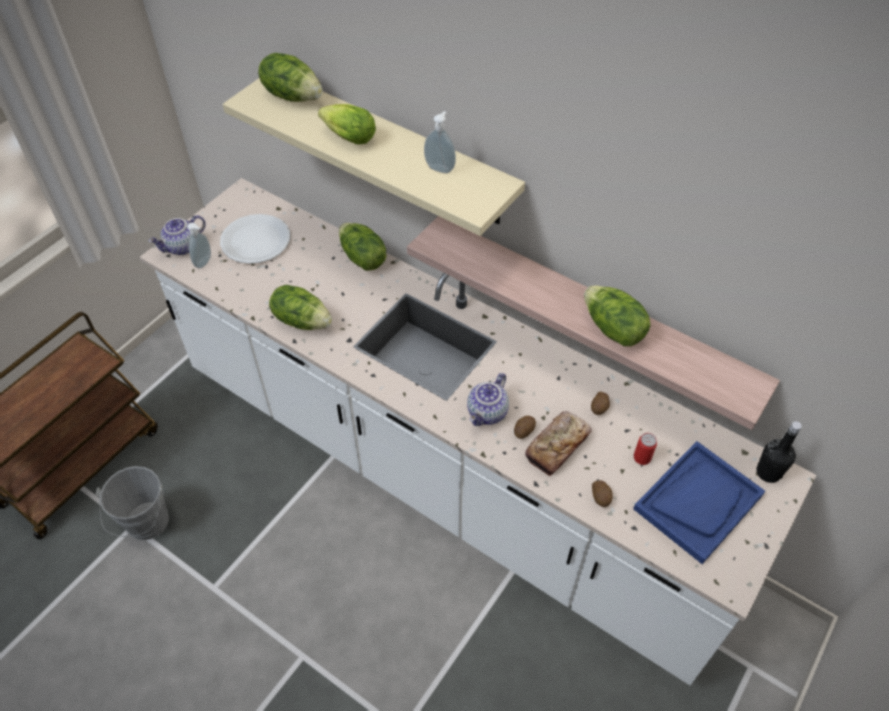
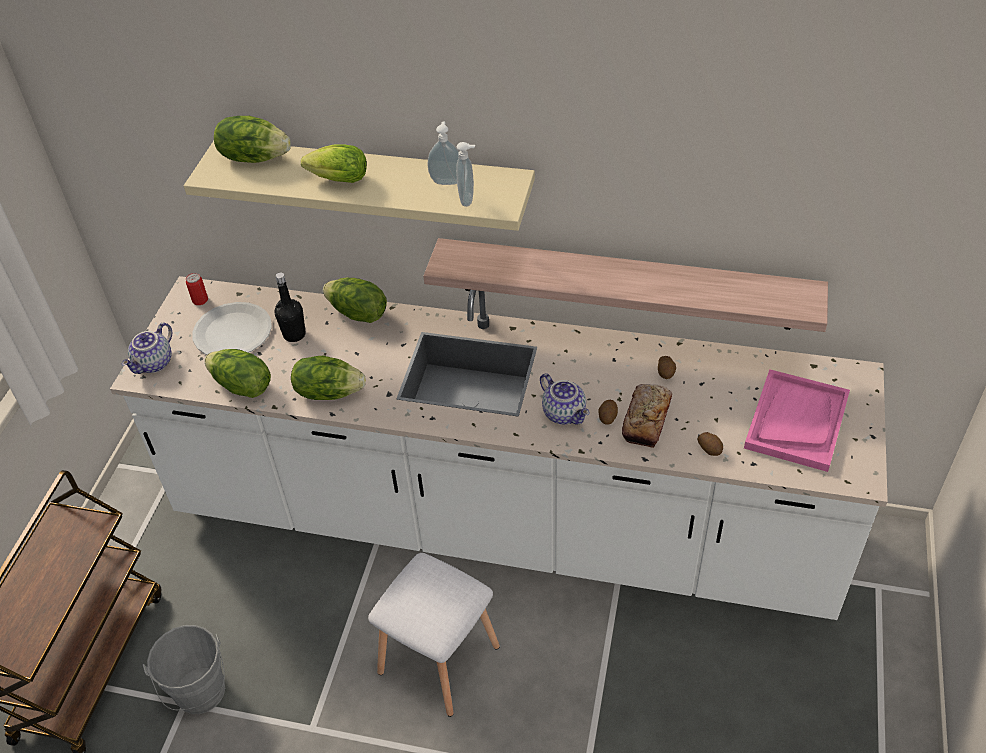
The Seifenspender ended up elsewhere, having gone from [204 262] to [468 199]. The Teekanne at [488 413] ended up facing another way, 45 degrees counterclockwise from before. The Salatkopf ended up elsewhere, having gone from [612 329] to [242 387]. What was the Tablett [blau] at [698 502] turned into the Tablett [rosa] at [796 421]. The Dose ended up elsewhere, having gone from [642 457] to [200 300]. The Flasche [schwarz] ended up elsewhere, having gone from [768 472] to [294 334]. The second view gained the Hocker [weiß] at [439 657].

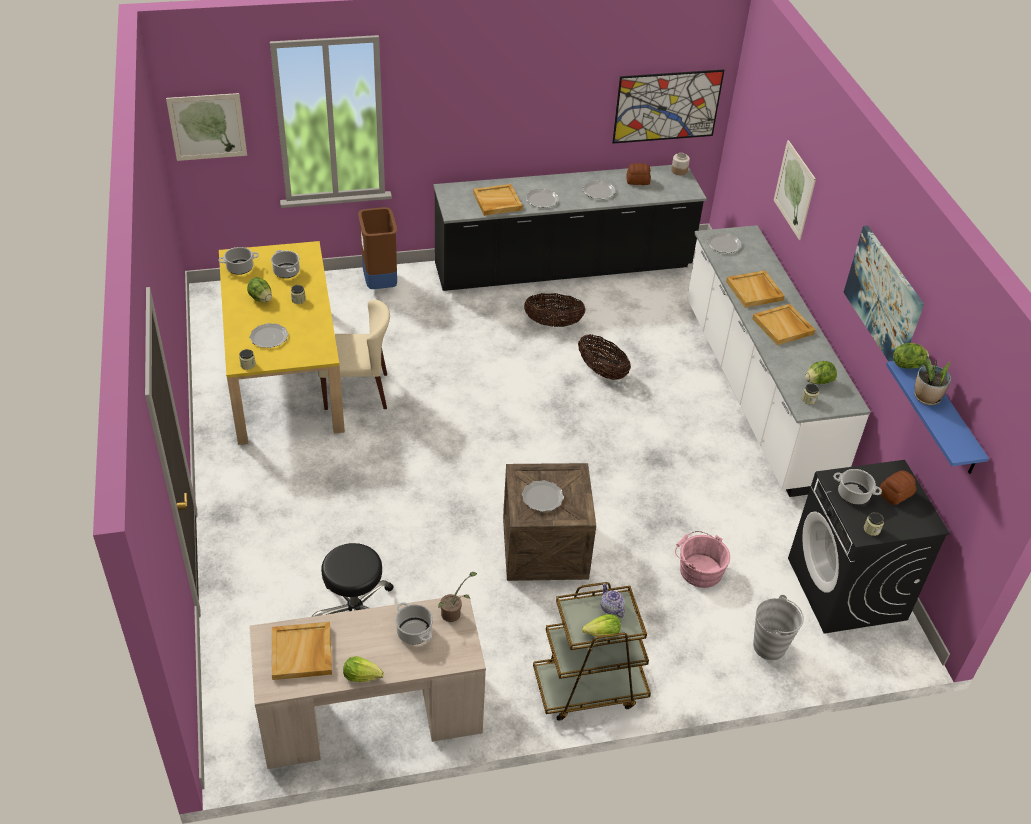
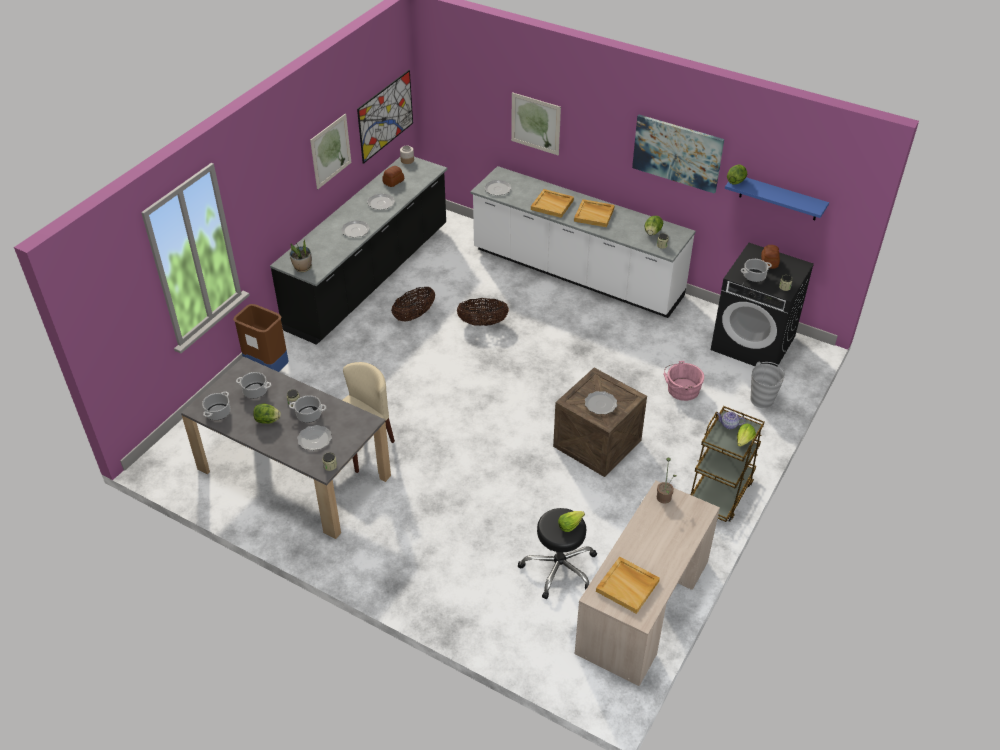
The Bild ended up elsewhere, having gone from [207 127] to [330 151]. What was the Esstisch [gelb] at [284 372] turned into the Esstisch [grau] at [294 472]. The Salatkopf ended up elsewhere, having gone from [362 675] to [570 525]. The Kochtopf ended up elsewhere, having gone from [414 632] to [308 415]. The second view lost the Tablett [beige] at [497 202]. The Topfpflanze ended up elsewhere, having gone from [926 397] to [302 268].

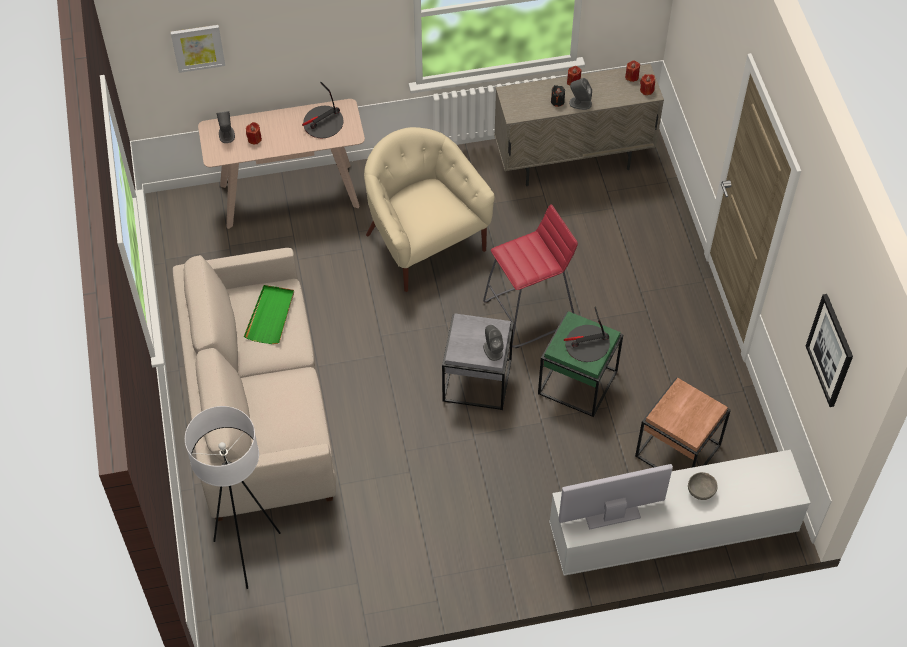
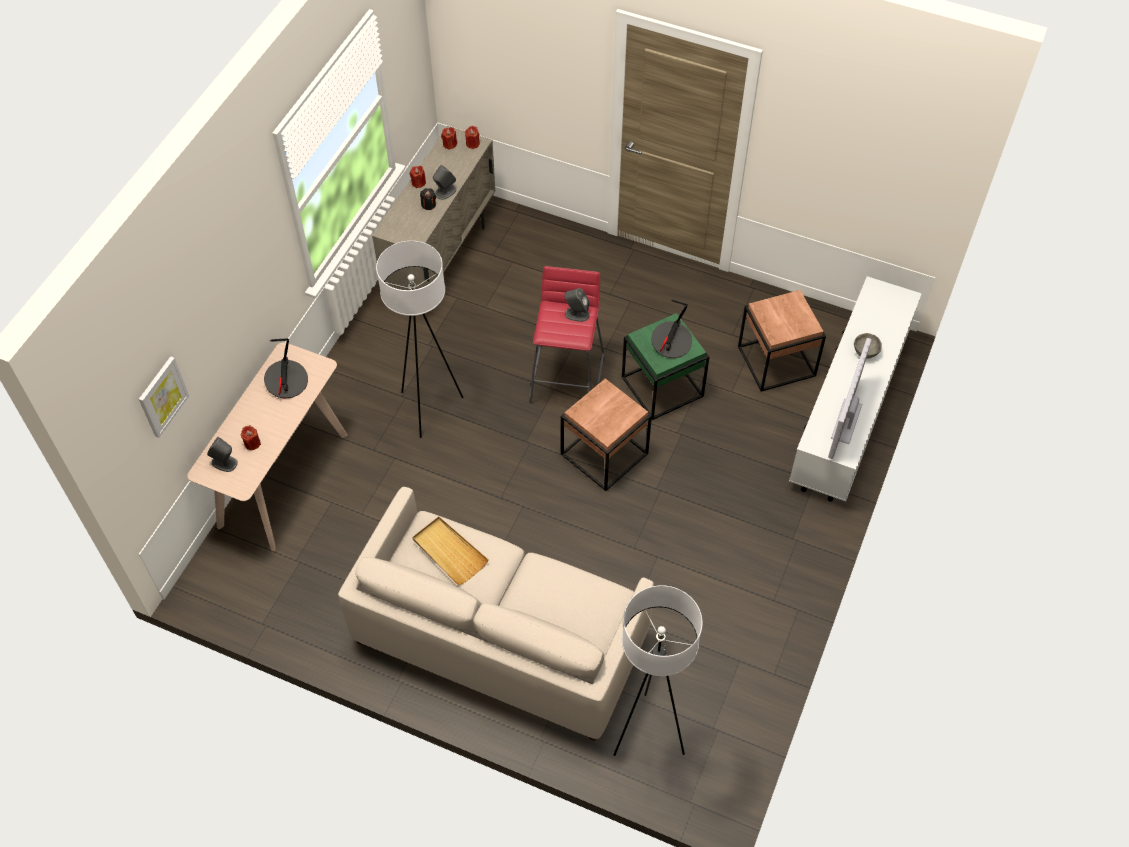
What was the Tablett [grün] at [270 316] turned into the Tablett [beige] at [449 552]. Where the Sessel [beige] stood at [423 242], the Stehlampe [weiß] came to stand at [429 408]. What was the Beistelltisch [grau] at [476 381] turned into the Beistelltisch [braun] at [604 455]. The Lautsprecher [grau] ended up elsewhere, having gone from [492 350] to [576 314]. The second view lost the Bild at [830 350].

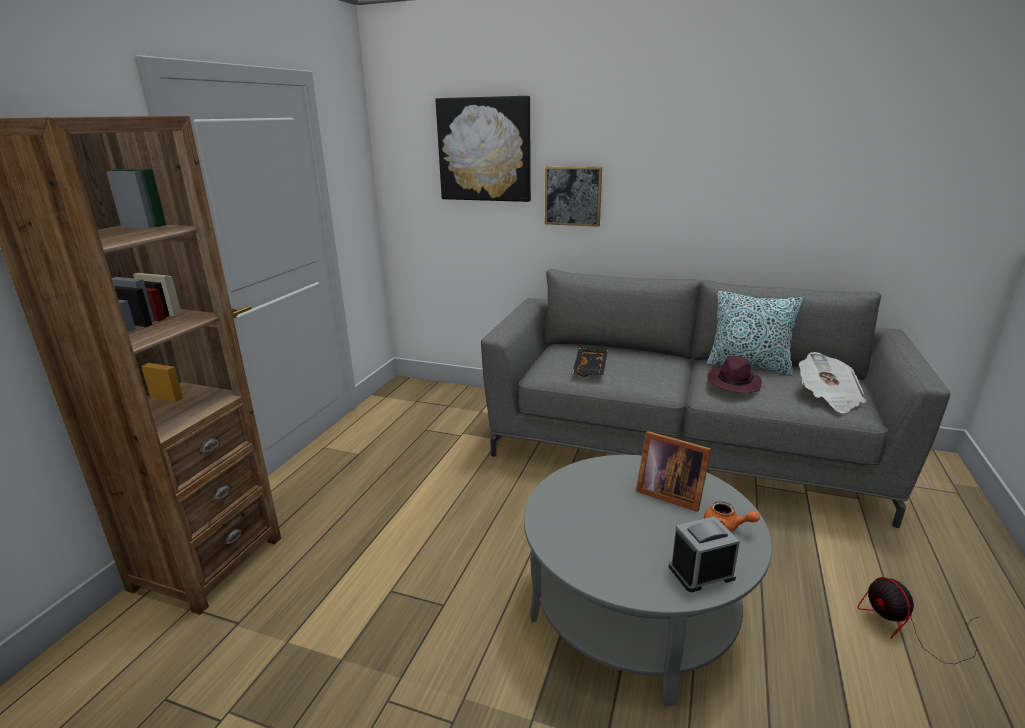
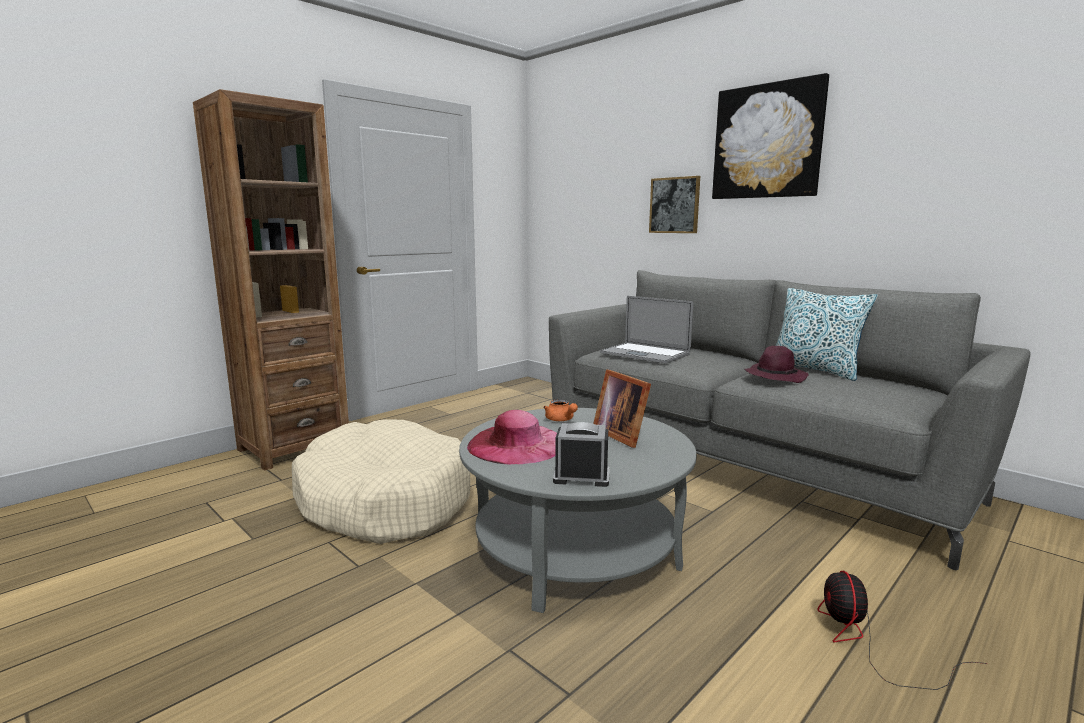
The Bild ended up elsewhere, having gone from [484 150] to [767 141]. Where the Tablett [schwarz] stood at [591 368], the Laptop came to stand at [644 353]. The Teekanne [orange] ended up elsewhere, having gone from [726 526] to [561 420]. The second view lost the Zeitung at [828 398]. The second view gained the Hundebett [beige] at [384 501]. The second view gained the Hut [rosa] at [516 444].

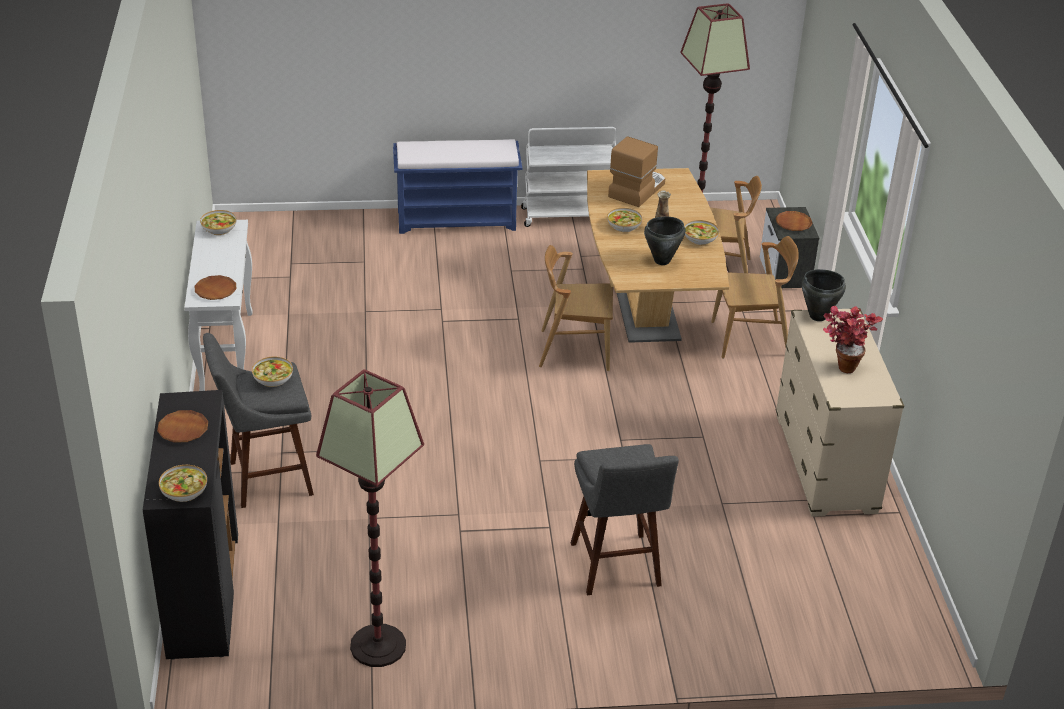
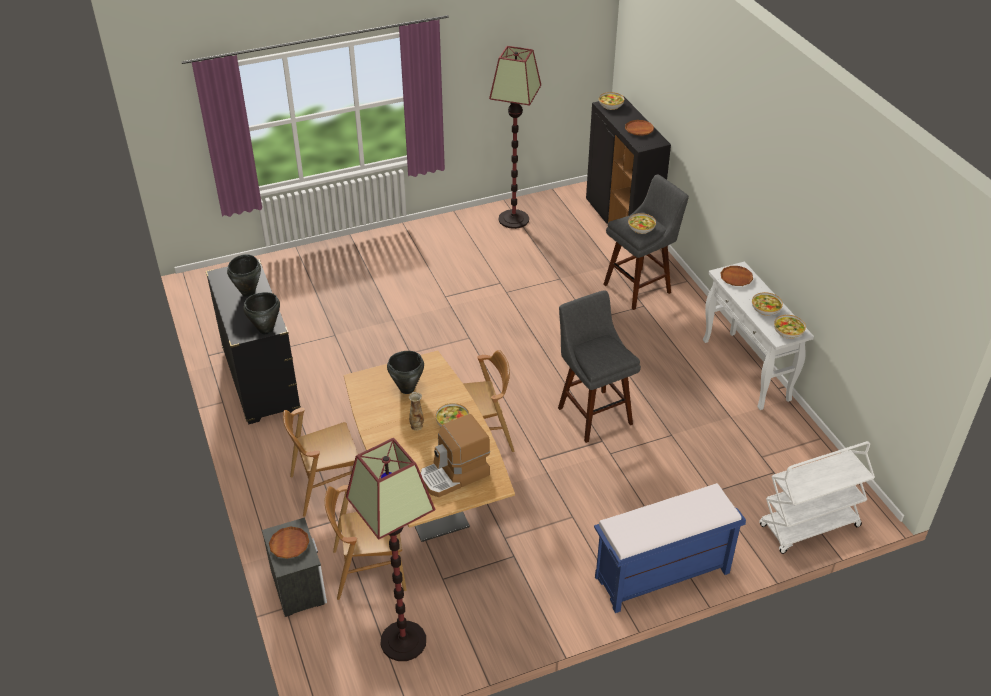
The Rollwagen [weiß] ended up elsewhere, having gone from [568 216] to [809 527]. The Hocker [grau] ended up elsewhere, having gone from [616 568] to [593 413]. The Kaffeemaschine at [636 189] ended up facing another way, 45 degrees clockwise from before. The Schüssel ended up elsewhere, having gone from [700 238] to [765 309]. What was the Kommode [beige] at [825 464] turned into the Kommode [schwarz] at [260 380]. Where the Topfpflanze stood at [842 364], the Kochtopf [schwarz] came to stand at [248 292].

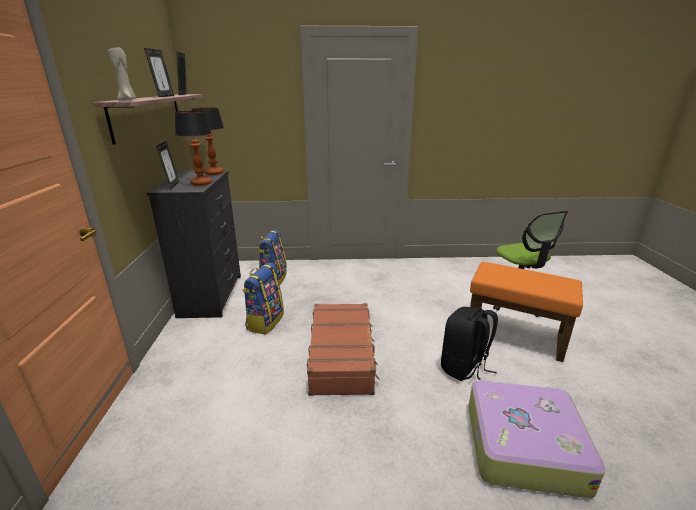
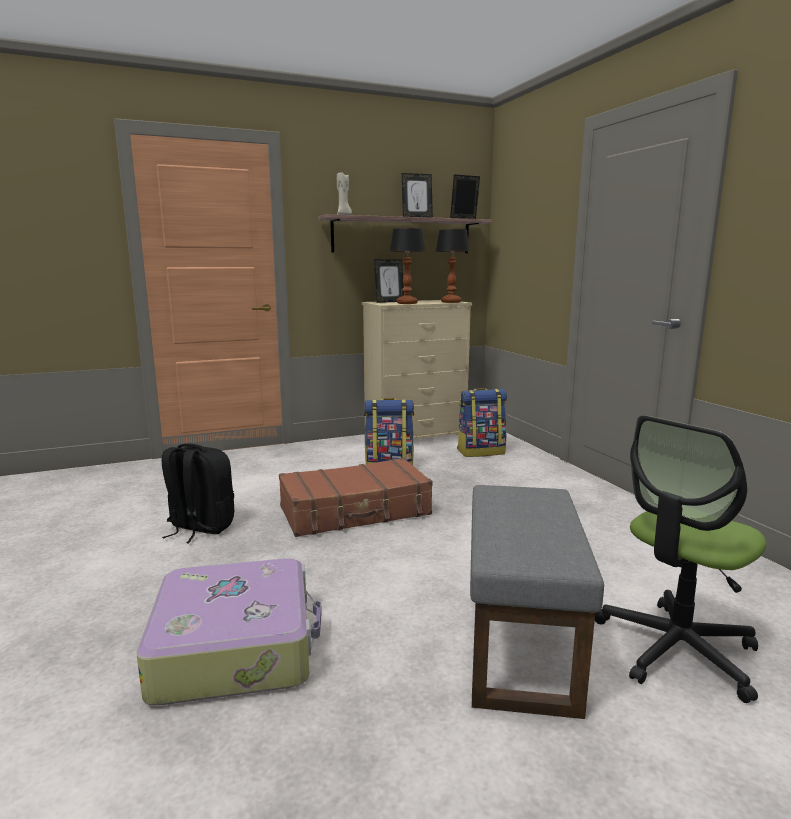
What was the Kommode [schwarz] at [212 295] turned into the Kommode [beige] at [416 437]. The Rucksack [schwarz] ended up elsewhere, having gone from [464 368] to [199 528]. What was the Polsterhocker [orange] at [513 335] turned into the Polsterhocker [grau] at [517 643].

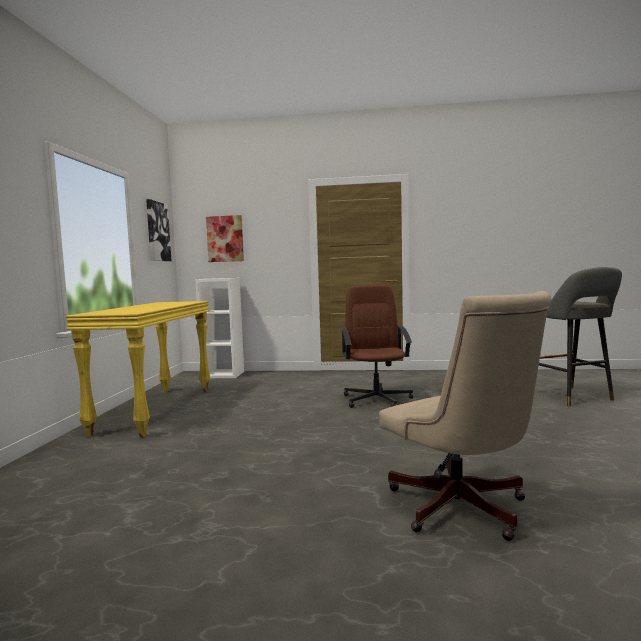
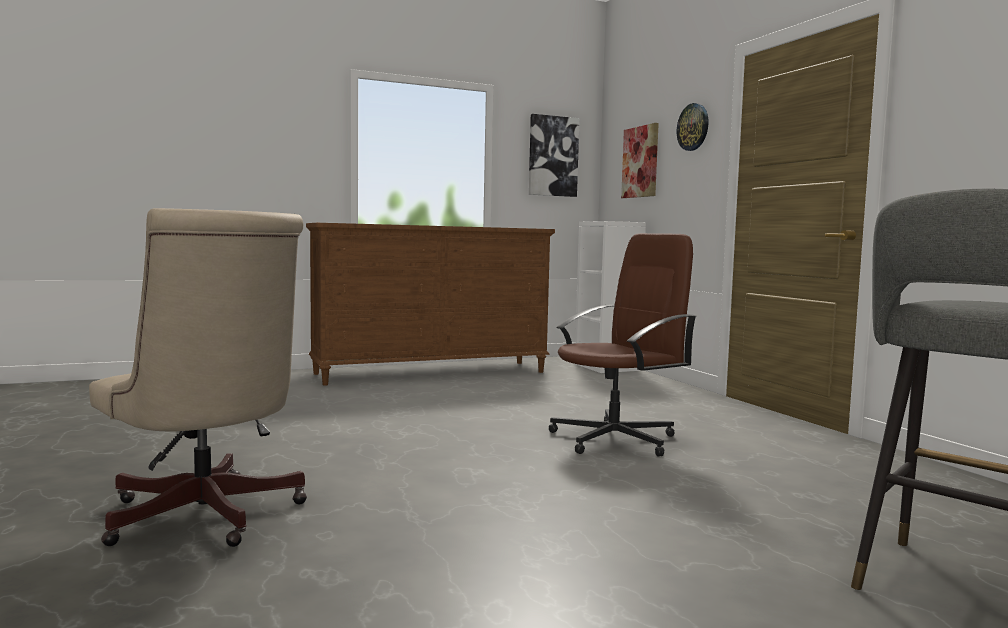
Where the Konsolentisch [gelb] stood at [155 410], the Kommode [braun] came to stand at [432 373]. The Bürostuhl [beige] at [463 510] ended up facing another way, 75 degrees counterclockwise from before. The second view gained the Wanduhr at [693 127].

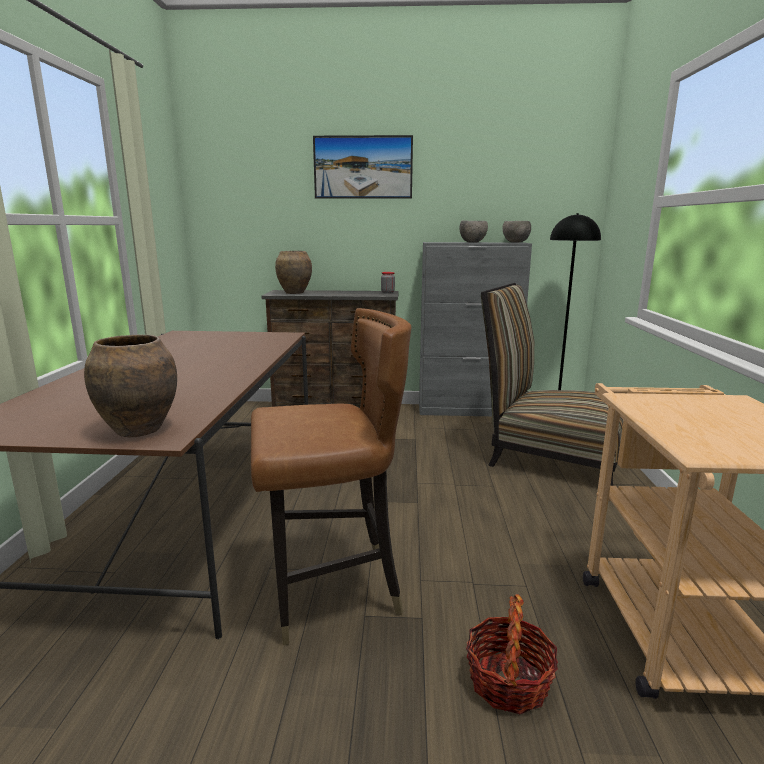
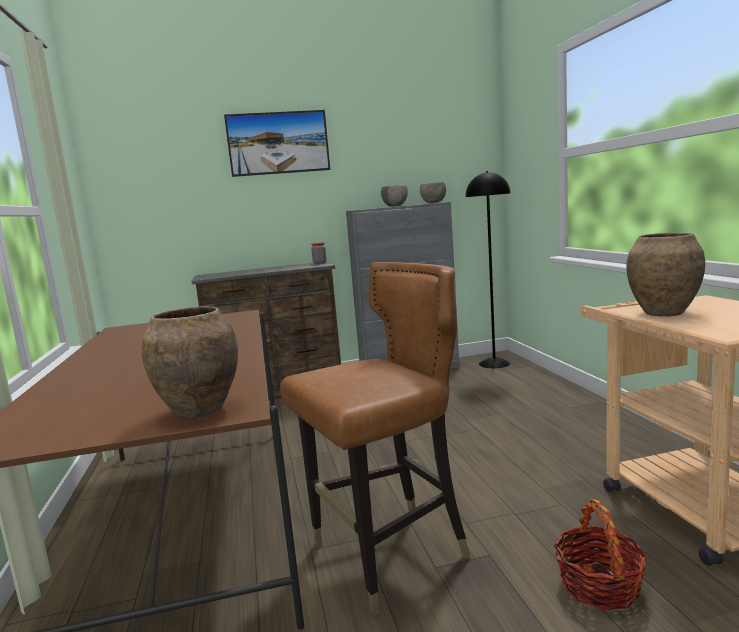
The Vase [braun] ended up elsewhere, having gone from [294 293] to [662 313]. The second view lost the Stuhl at [549 457].

